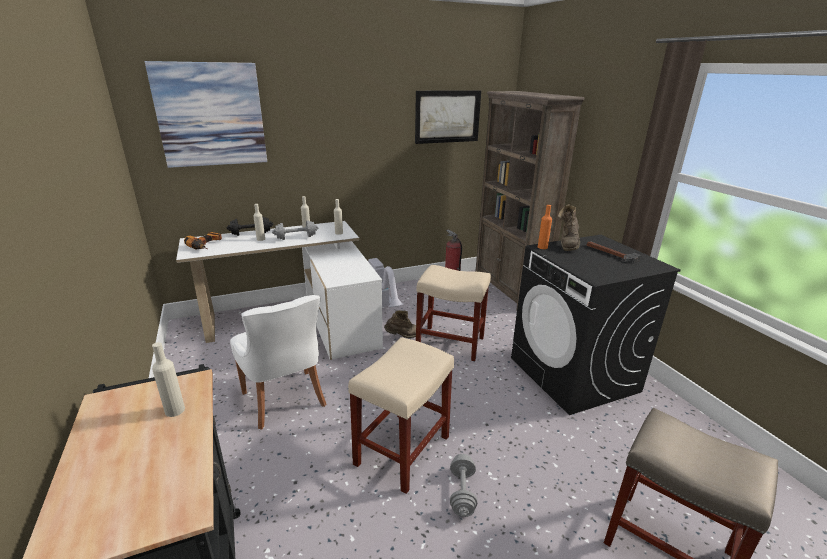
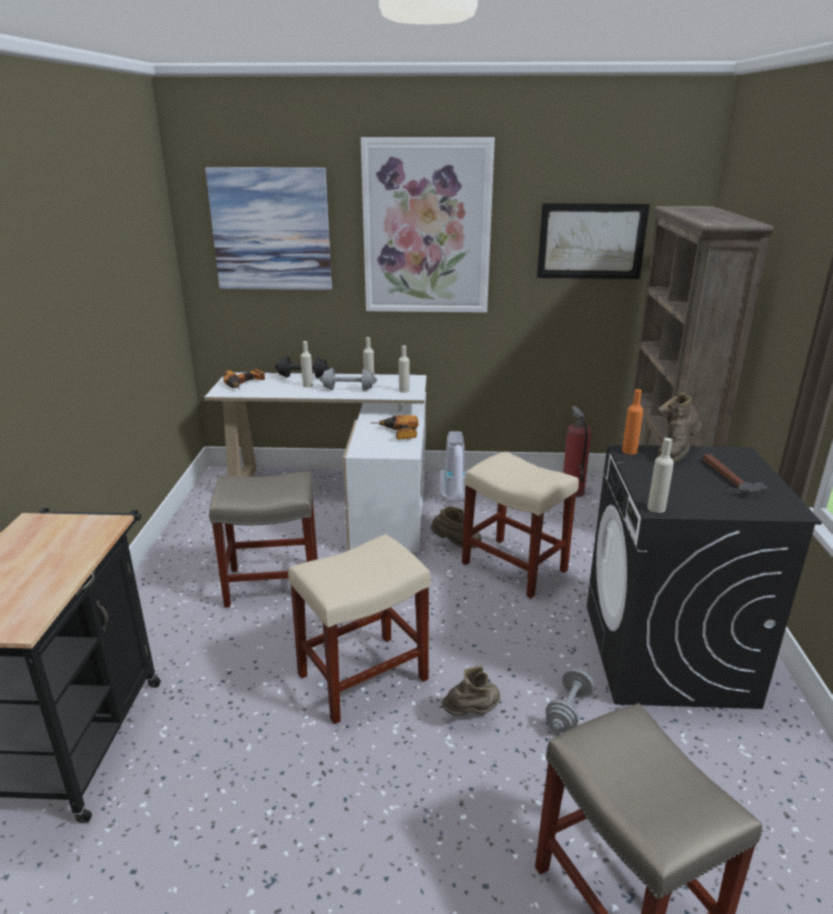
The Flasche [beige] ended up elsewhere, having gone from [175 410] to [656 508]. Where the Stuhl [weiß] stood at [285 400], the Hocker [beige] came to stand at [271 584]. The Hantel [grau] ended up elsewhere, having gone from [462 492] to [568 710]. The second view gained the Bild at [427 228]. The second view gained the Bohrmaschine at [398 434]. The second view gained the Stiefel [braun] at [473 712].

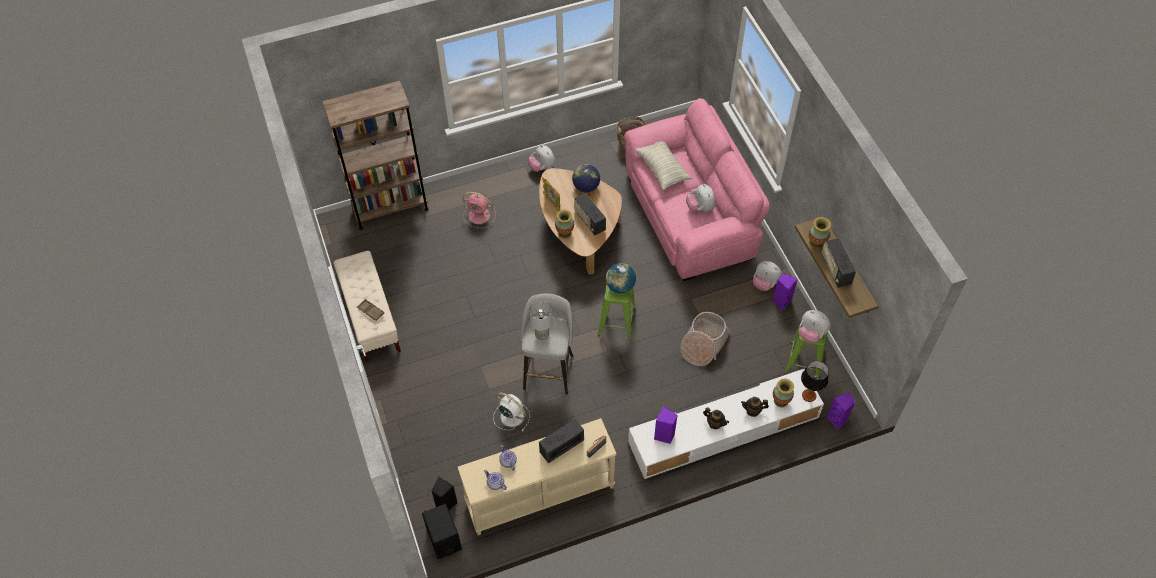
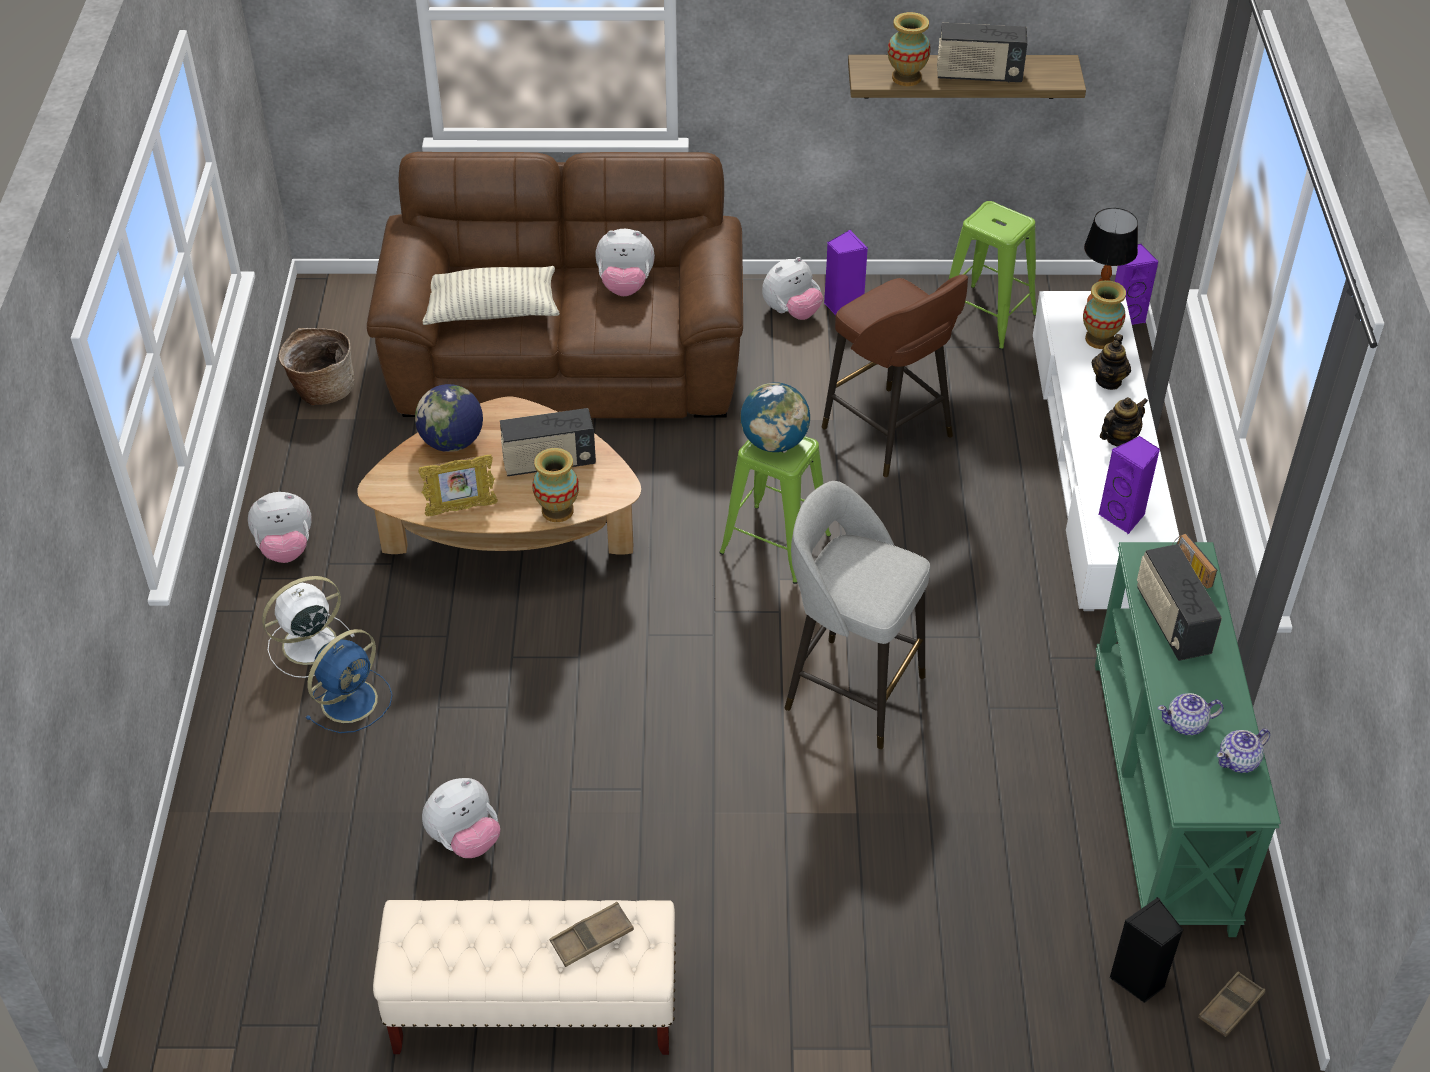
The second view lost the Bücherregal [braun] at [390 208]. Where the Lautsprecher [schwarz] stood at [444 539], the Tablett [braun] came to stand at [1230 1007]. What was the Konsolentisch [beige] at [540 495] turned into the Konsolentisch [grün] at [1163 794]. What was the Ventilator [rosa] at [480 216] turned into the Ventilator [blau] at [351 699]. The Ventilator [weiß] ended up elsewhere, having gone from [511 416] to [307 645]. The second view lost the Tischlampe [grau] at [541 335]. What was the Sofa [rosa] at [691 213] turned into the Sofa [braun] at [567 358]. Where the Korb stood at [703 344], the Hocker [braun] came to stand at [889 434]. The Plüschtier ended up elsewhere, having gone from [811 334] to [465 839].

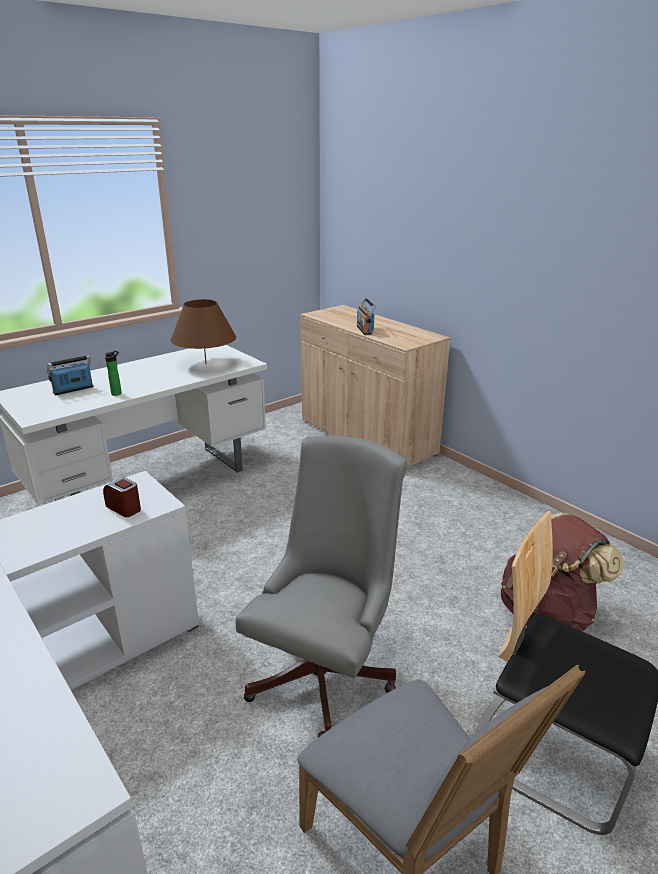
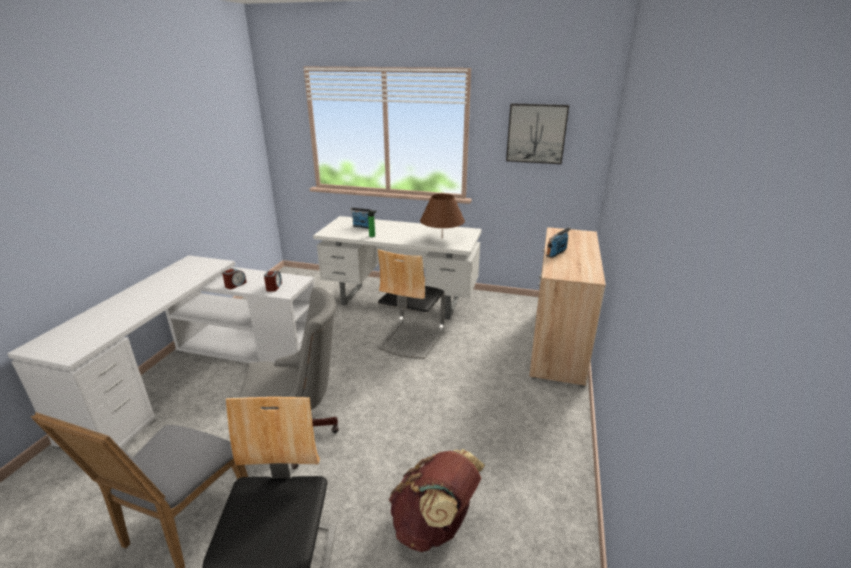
The second view gained the Wecker at [235 285]. The second view gained the Stuhl at [411 338]. The second view gained the Bild at [536 133].

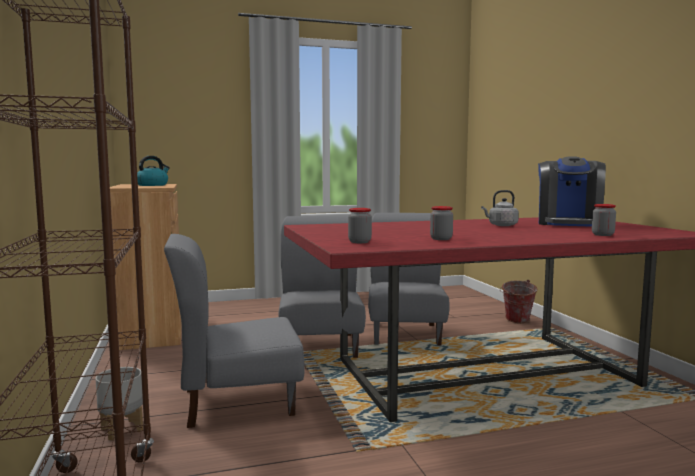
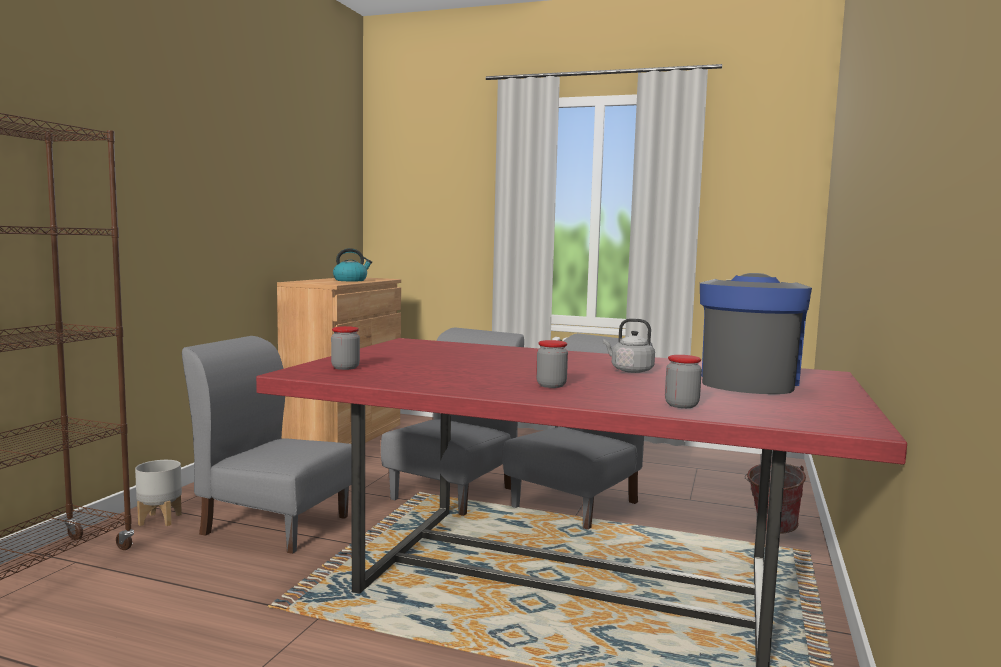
The Vorratsglas ended up elsewhere, having gone from [441 239] to [551 385]. The Kaffeemaschine at [568 223] ended up facing another way, 150 degrees clockwise from before.

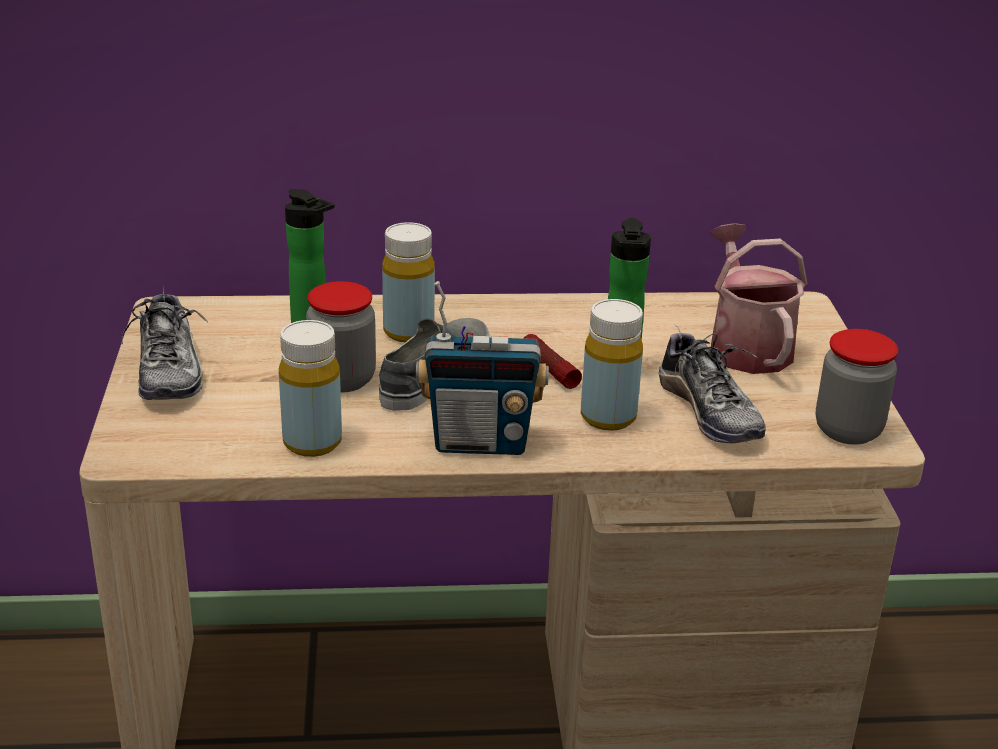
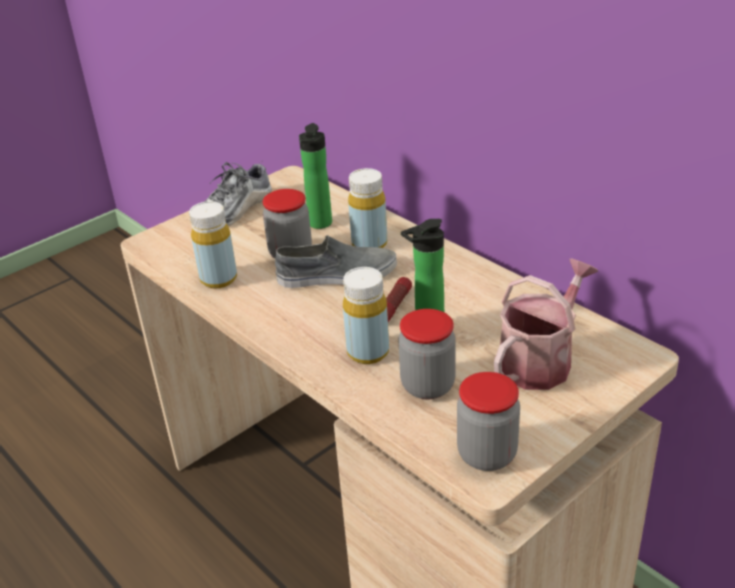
The second view lost the Radio at [480 442]. Where the Schuh stood at [709 412], the Vorratsglas came to stand at [428 386].

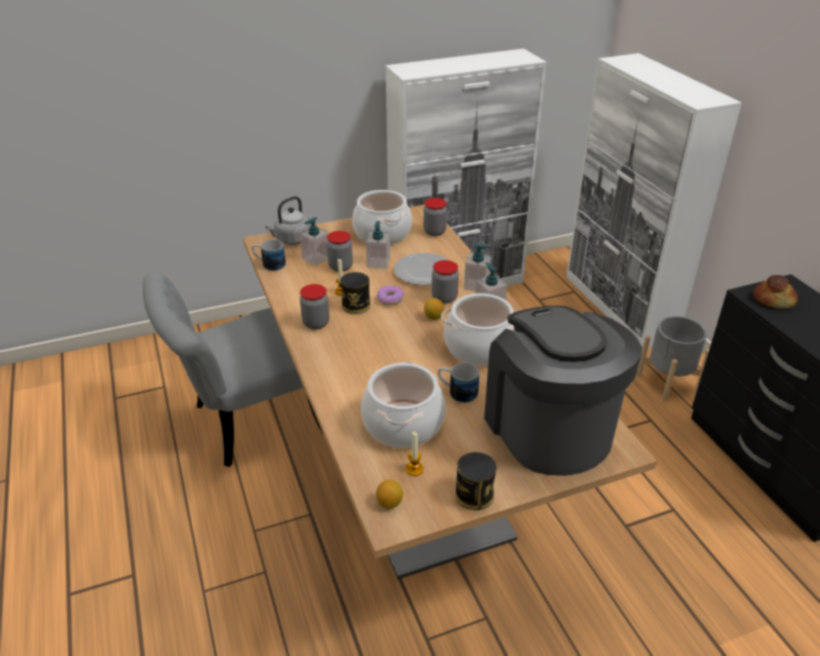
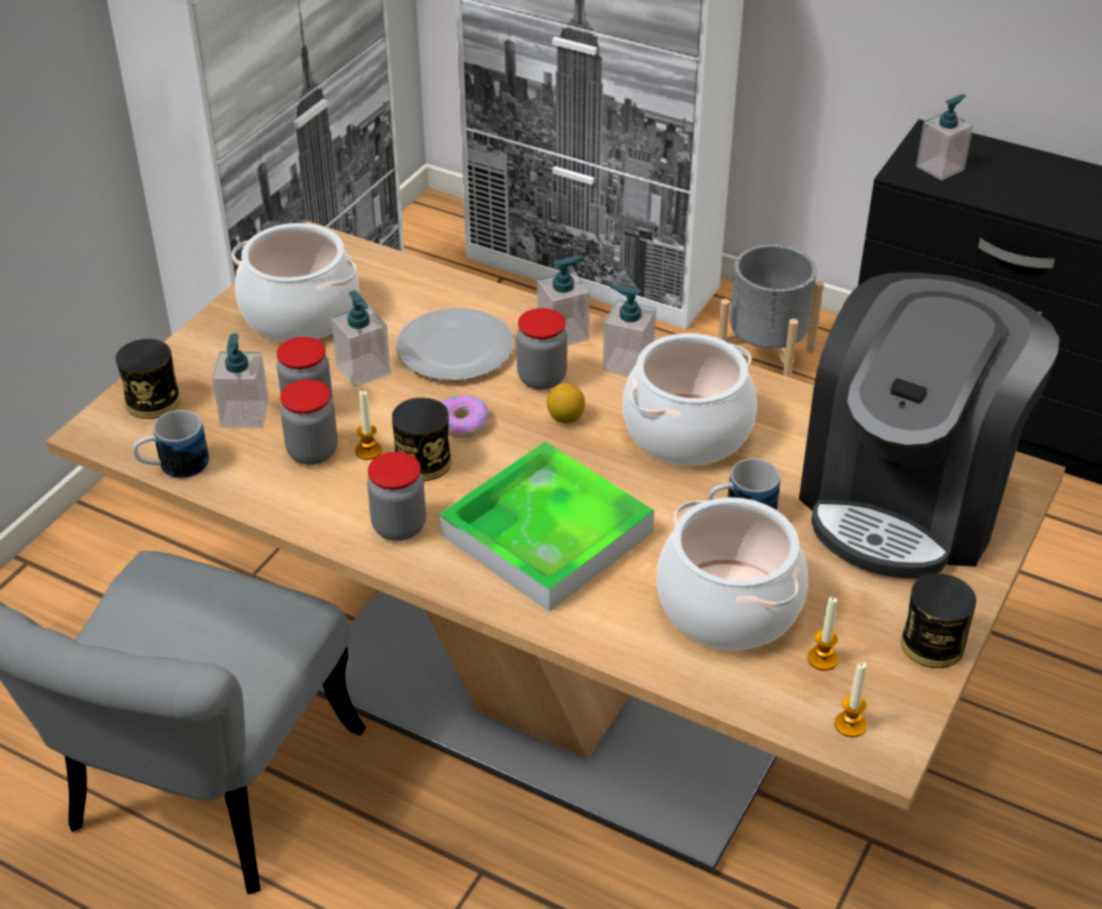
Where the Wasserkessel [grau] stood at [292 240], the Dose came to stand at [153 401]. Where the Zitrone stood at [389 503], the Kerze came to stand at [850 725]. The Vorratsglas ended up elsewhere, having gone from [434 232] to [312 452]. The Kaffeemaschine at [548 428] ended up facing another way, 90 degrees counterclockwise from before. Where the Brot stood at [774 299], the Seifenspender came to stand at [940 168]. The second view gained the Tablett at [547 533].

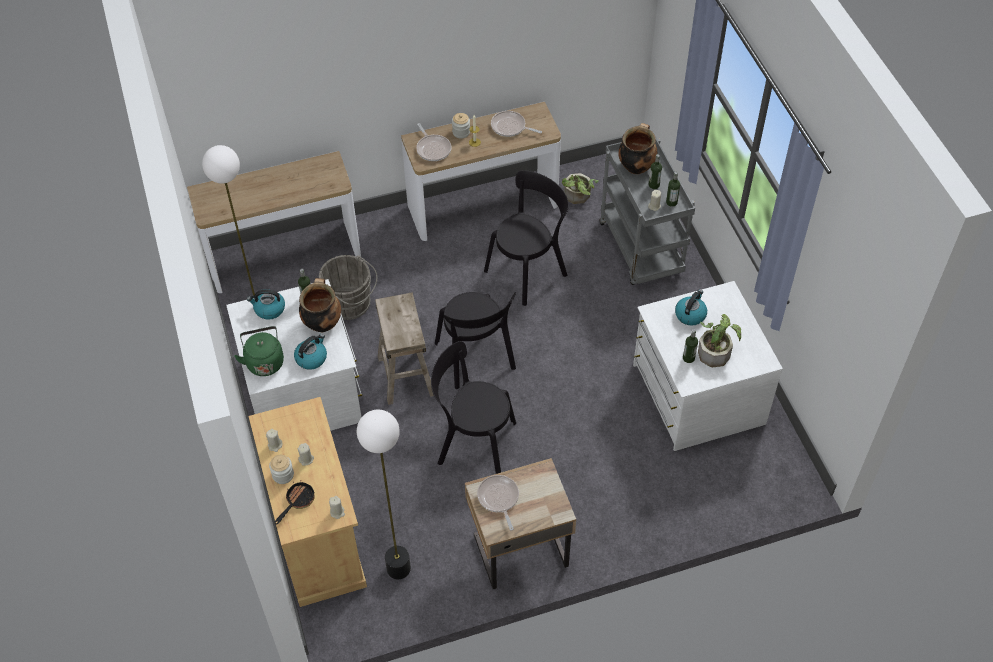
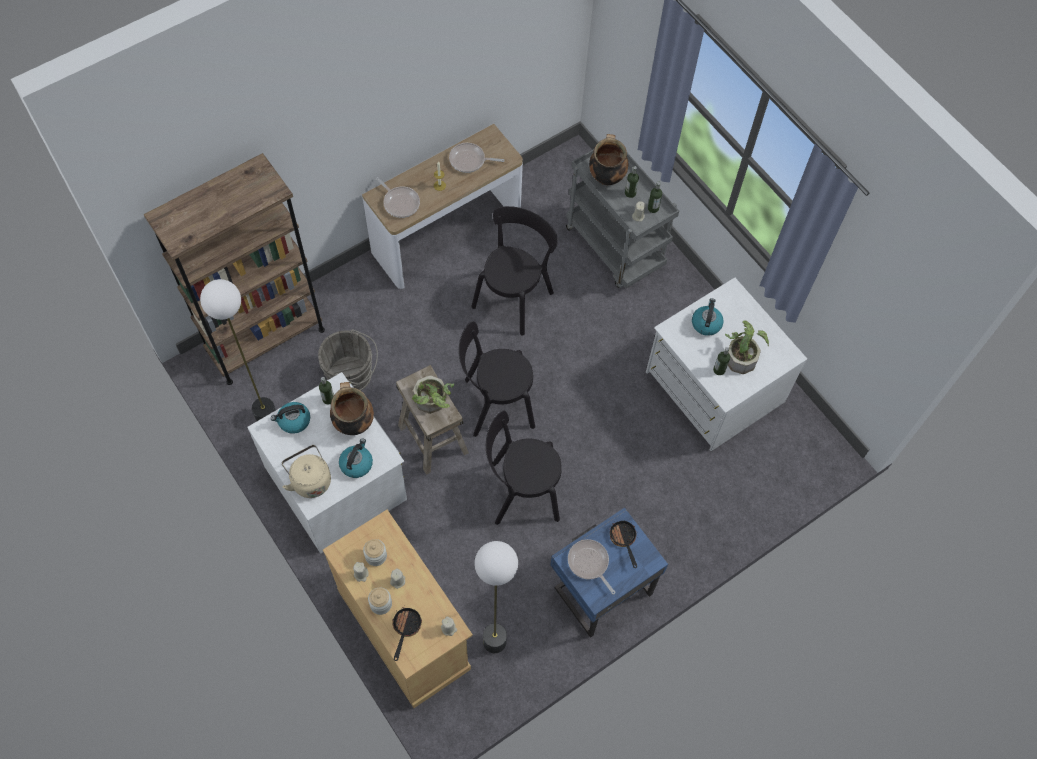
Where the Konsolentisch stood at [284 256], the Bücherregal [braun] came to stand at [265 339]. What was the Wasserkessel [grün] at [264 361] turned into the Wasserkessel [beige] at [310 480]. The Stuhl [schwarz] at [476 359] ended up facing another way, 120 degrees clockwise from before. The Vorratsglas ended up elsewhere, having gone from [461 132] to [376 556]. What was the Nachttisch [beige] at [519 549] turned into the Nachttisch [blau] at [600 589]. The Topfpflanze ended up elsewhere, having gone from [577 197] to [432 403]. The second view gained the Pfanne at [623 539].

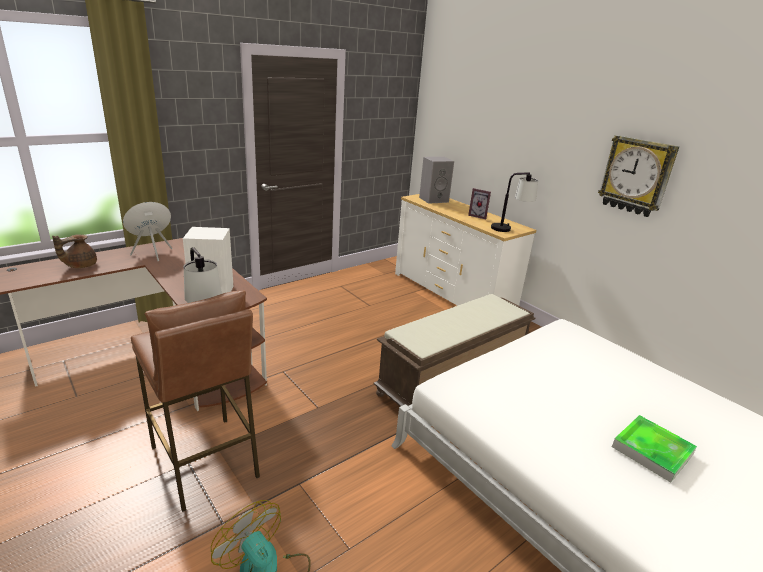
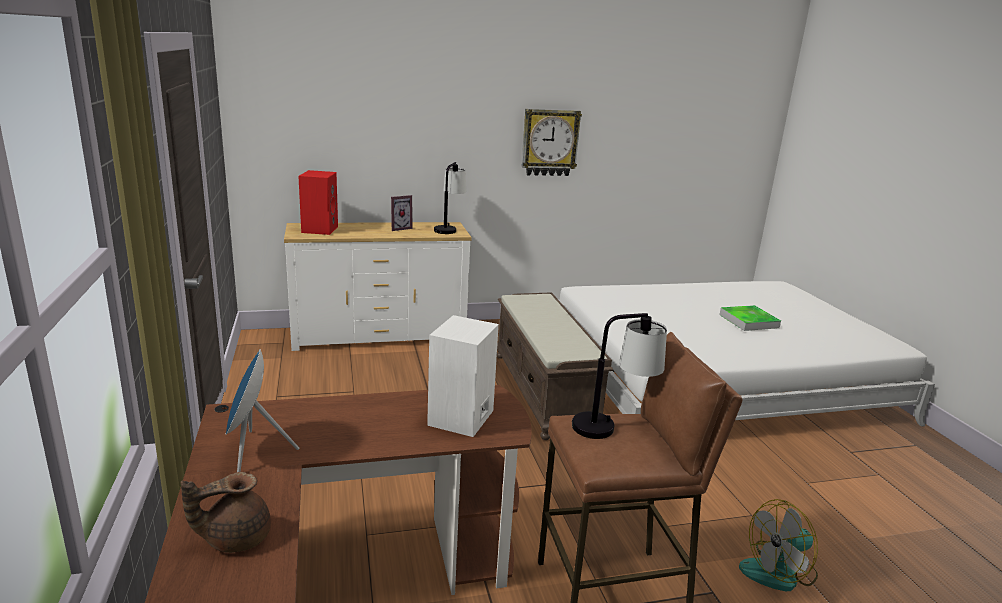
The Teekanne [braun] at [80 265] ended up facing another way, 90 degrees clockwise from before. What was the Lautsprecher [grau] at [434 199] turned into the Lautsprecher [rot] at [319 229].

